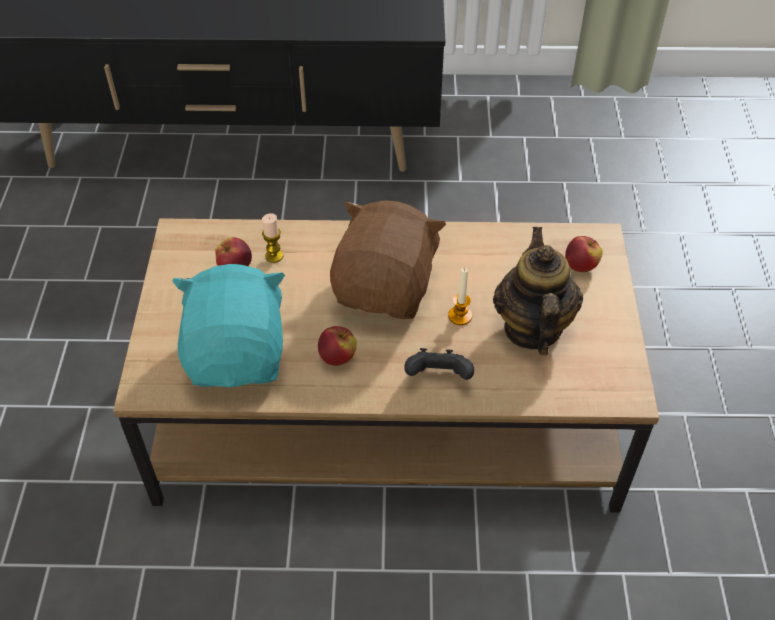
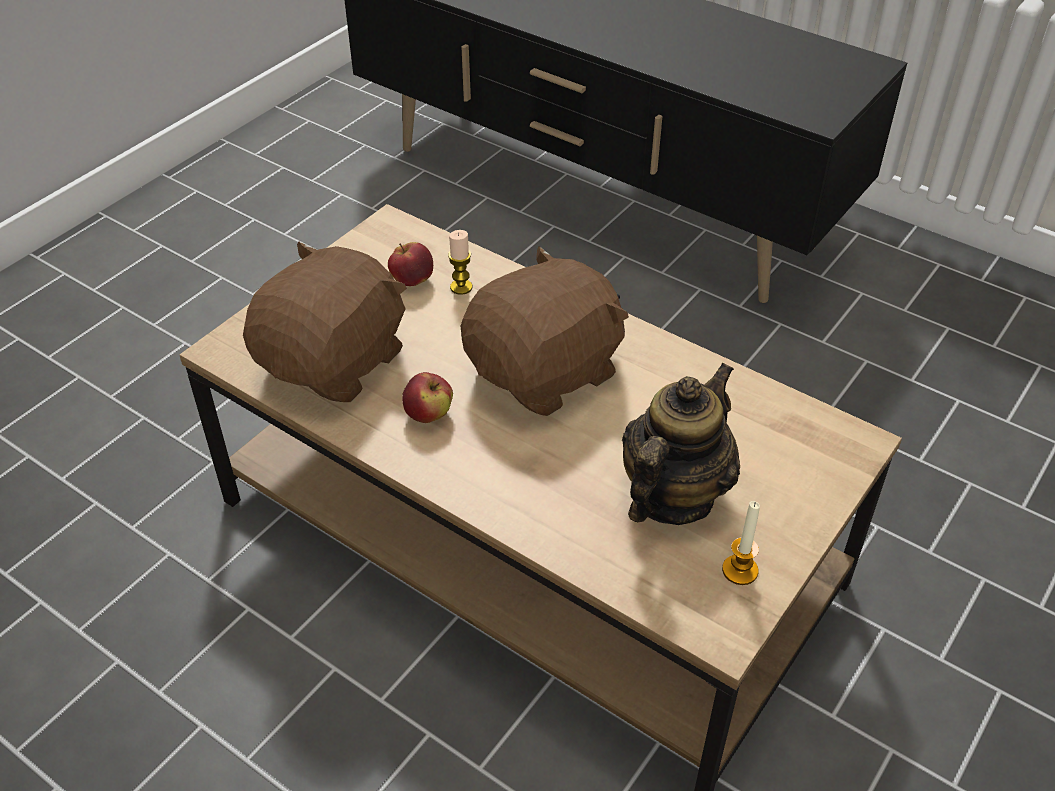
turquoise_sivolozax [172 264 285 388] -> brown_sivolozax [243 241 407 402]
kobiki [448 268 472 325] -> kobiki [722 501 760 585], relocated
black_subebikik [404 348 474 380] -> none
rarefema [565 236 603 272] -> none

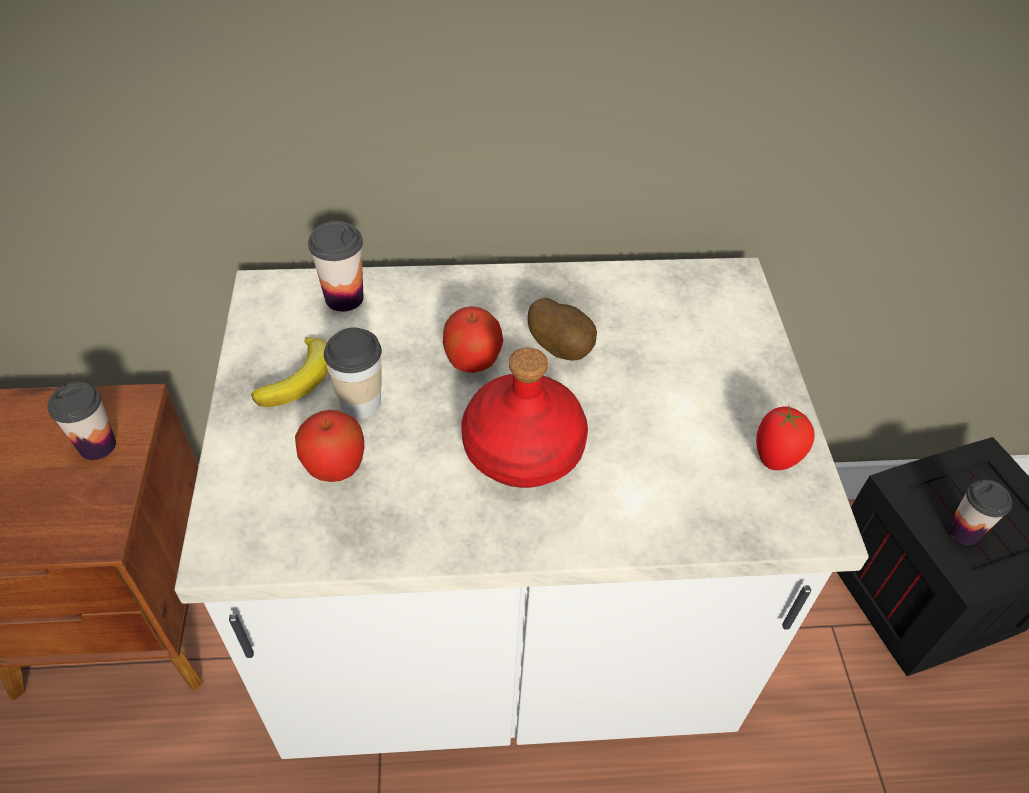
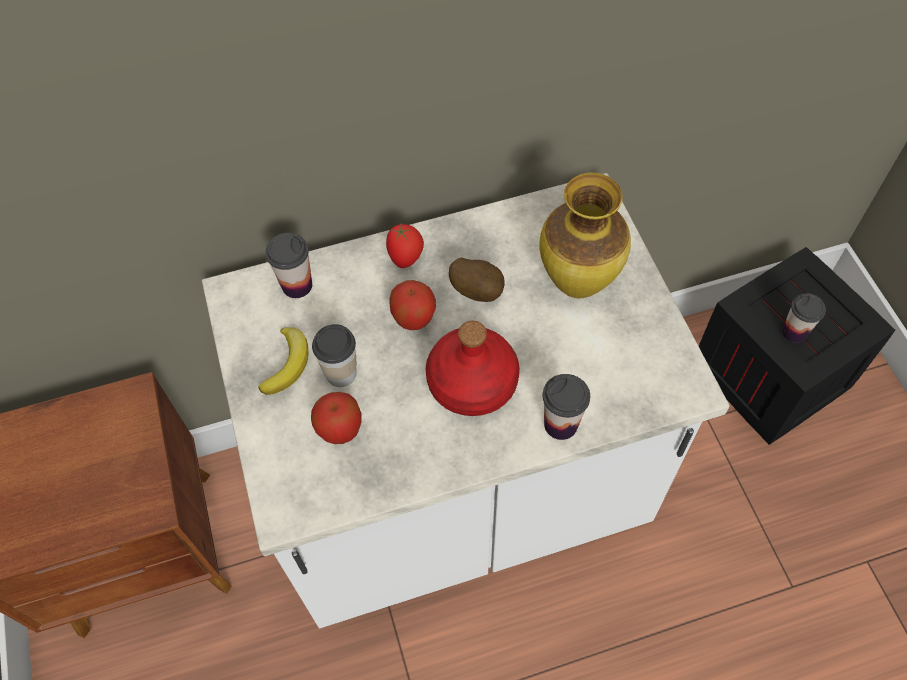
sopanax [756 406 815 470] -> sopanax [386 224 424 268], relocated
none -> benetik [539 172 631 298]
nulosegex [47 382 116 460] -> nulosegex [543 374 590 440], relocated

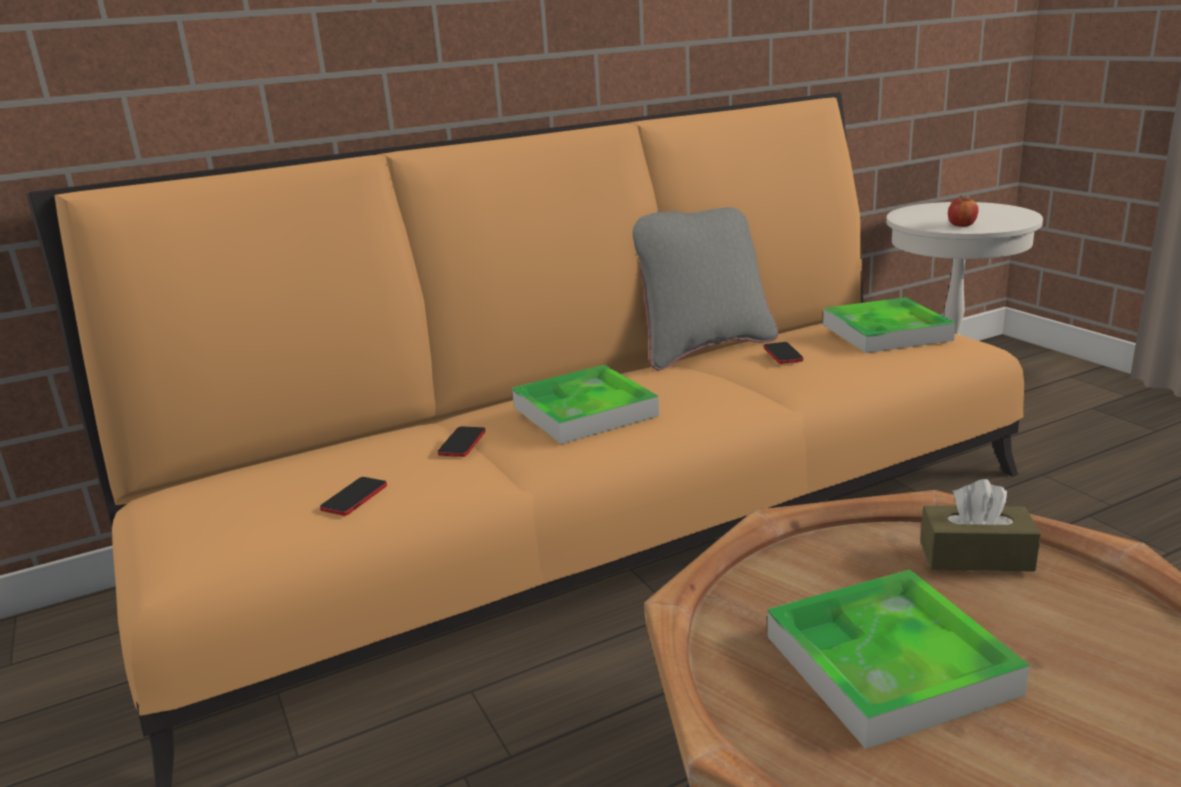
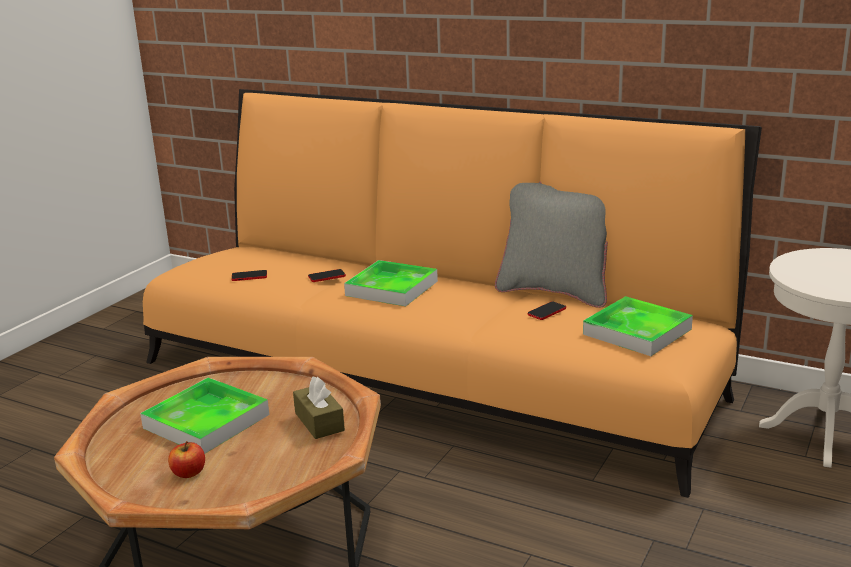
rarefema [948 195 978 227] -> rarefema [168 441 205 478], relocated

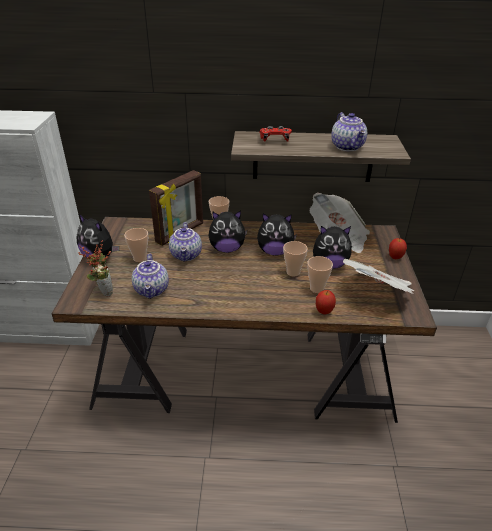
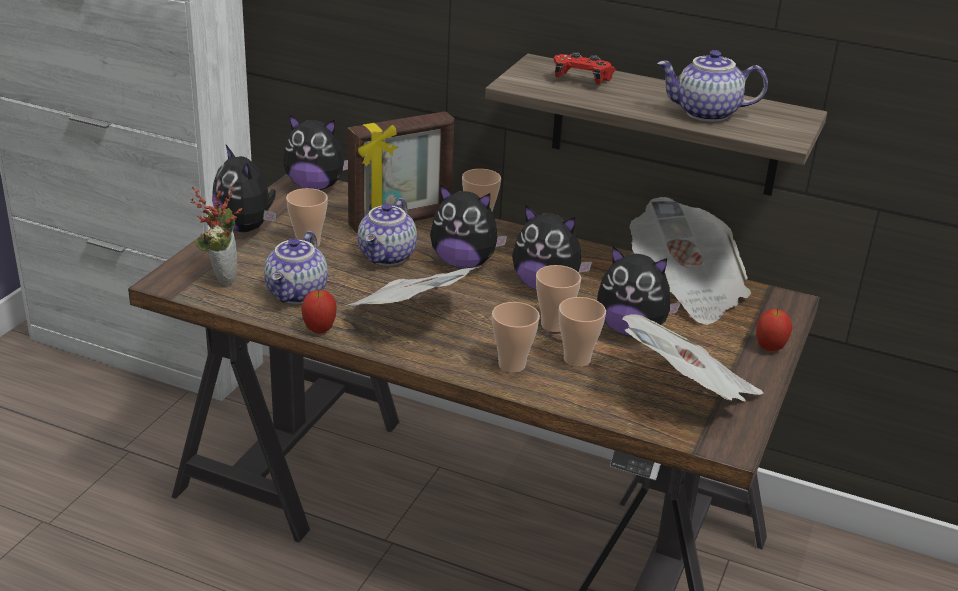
none -> sivolozax [283 114 348 190]
rarefema [316 290 336 315] -> rarefema [301 290 337 334], relocated
none -> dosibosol [345 266 482 306]
none -> nulosegex [492 302 540 373]
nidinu [331 112 367 151] -> nidinu [657 50 768 122], 90 degrees clockwise

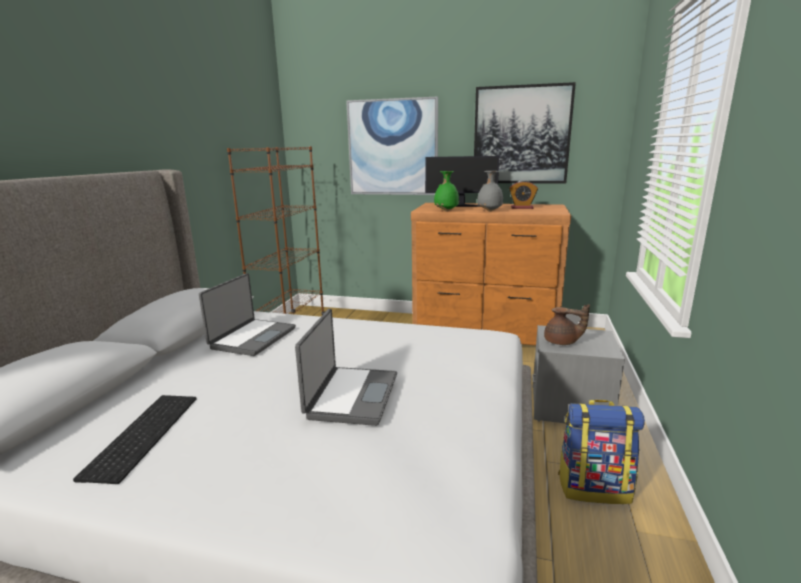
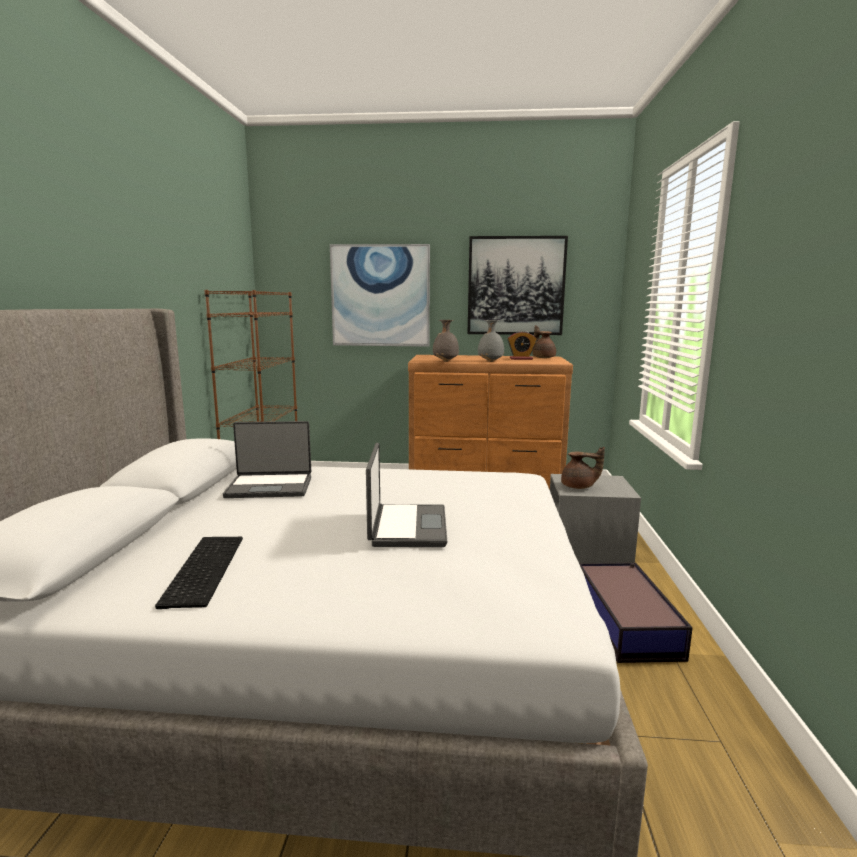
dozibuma [199 273 296 356] -> dozibuma [223 421 311 498], 75 degrees clockwise
green_benetik [434 171 459 211] -> grey_benetik [433 320 459 362]
none -> brown_nidinu [532 325 556 358]
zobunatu [558 400 645 504] -> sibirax [579 562 693 663]
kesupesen [425 156 499 207] -> none

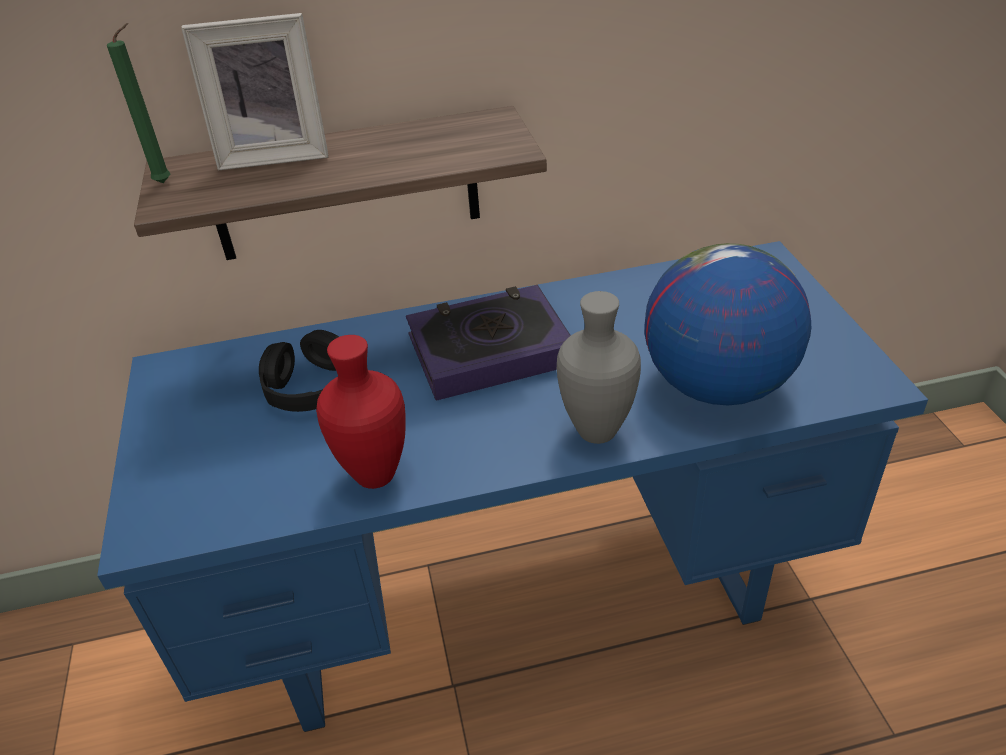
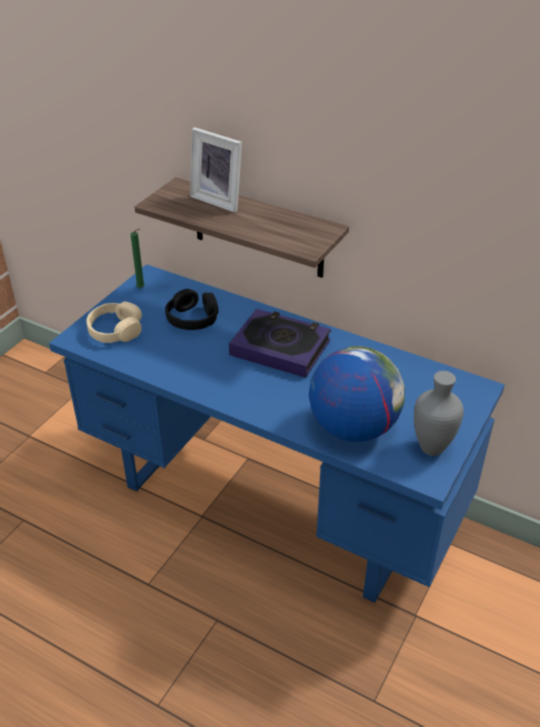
none -> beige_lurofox [87 302 142 343]
green_kobiki [107 23 170 183] -> green_kobiki [130 229 145 288], relocated
grey_benetik [557 291 641 444] -> grey_benetik [414 371 464 456], relocated
red_benetik [316 335 406 489] -> none

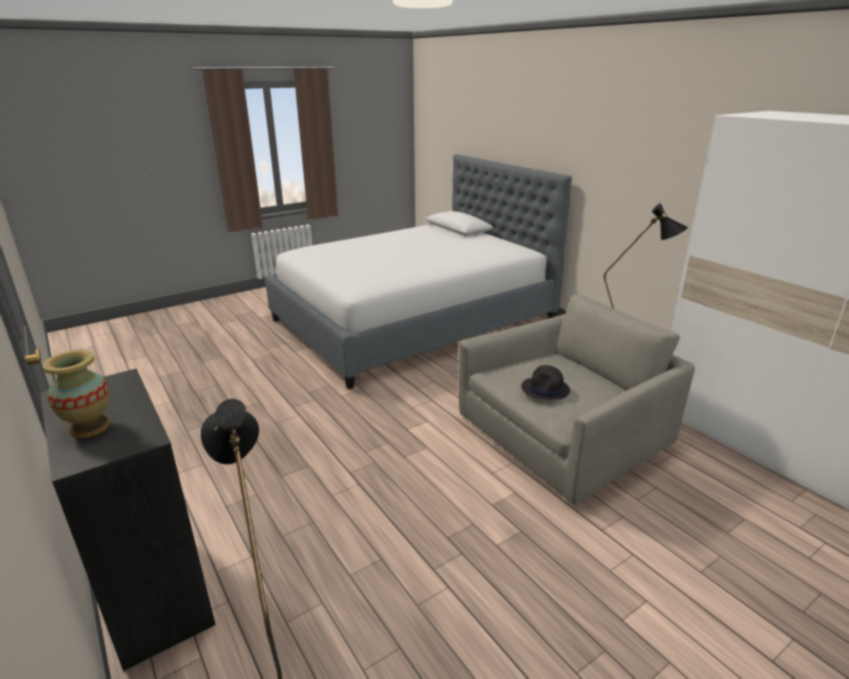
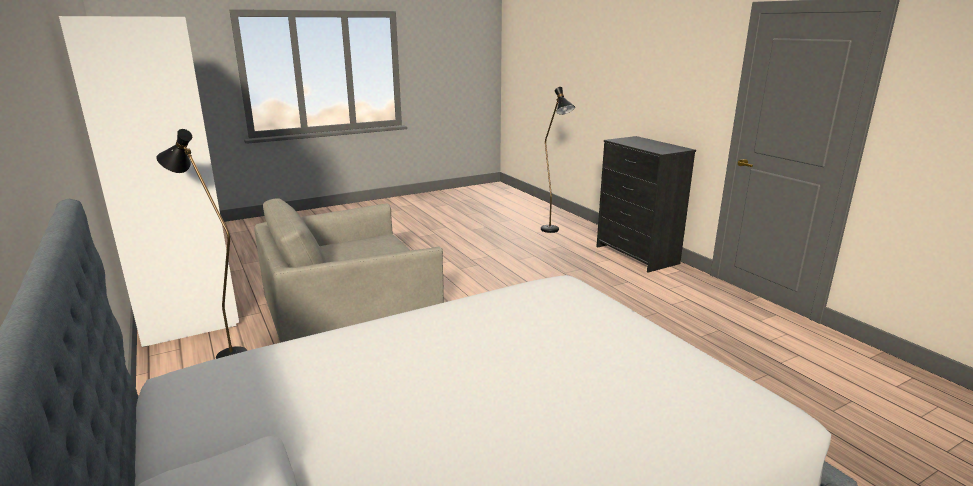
benetik [42 350 110 438] -> none
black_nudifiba [521 365 570 400] -> none

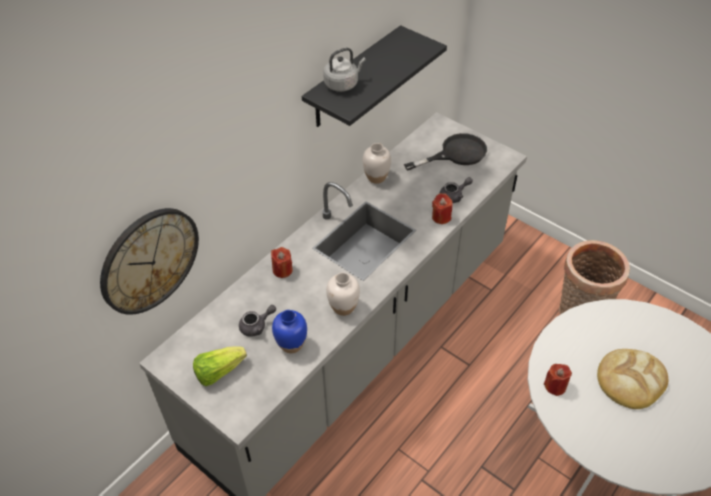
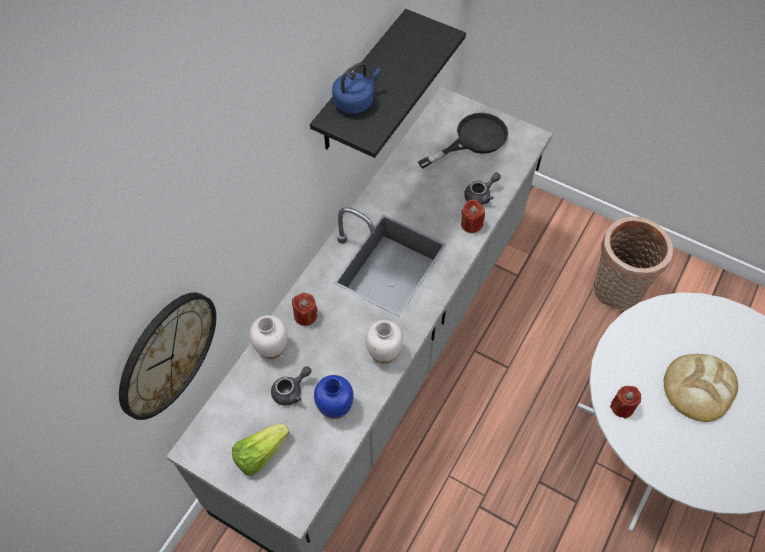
white_benetik [363 143 391 184] -> white_benetik [249 315 288 359], relocated
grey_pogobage [323 48 366 92] -> blue_pogobage [332 62 380 114]

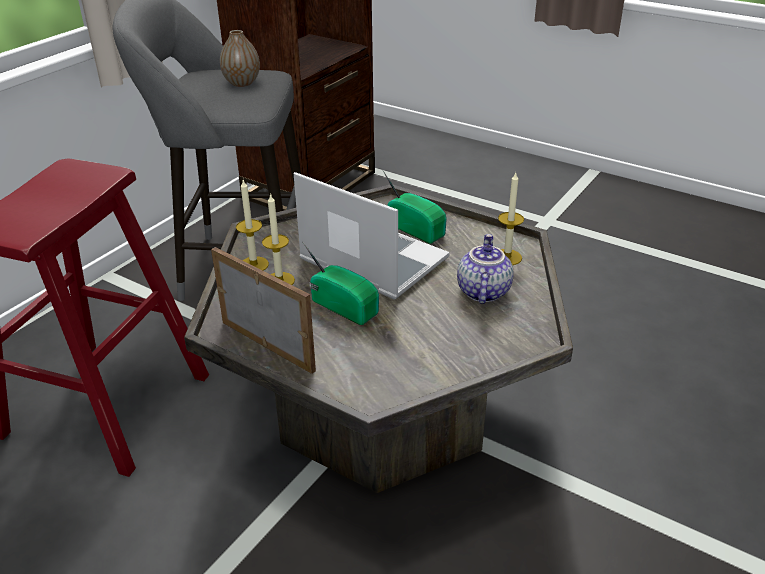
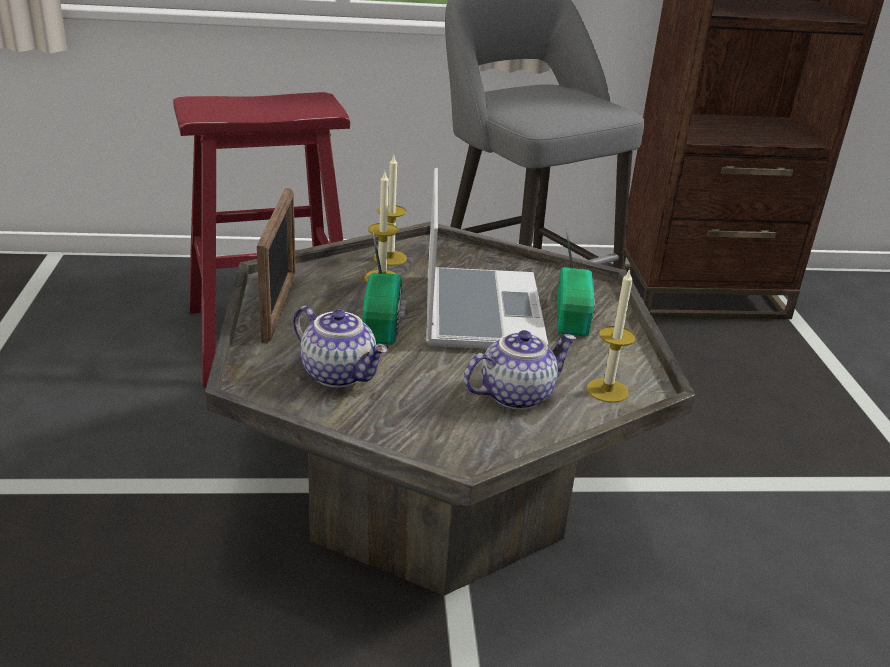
none -> nidinu [293 306 387 388]
benetik [220 30 260 87] -> none

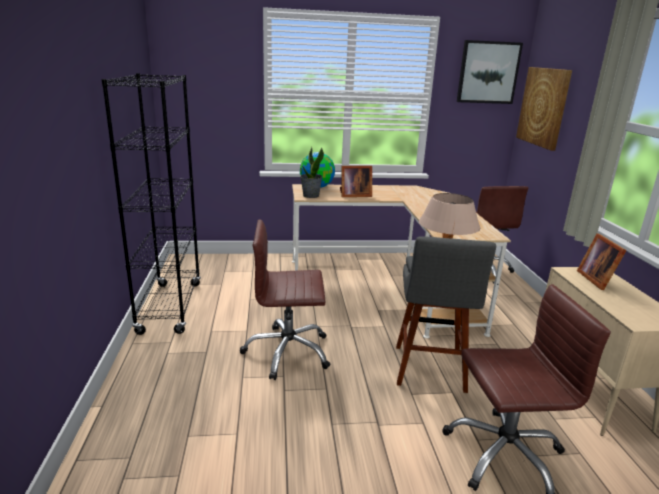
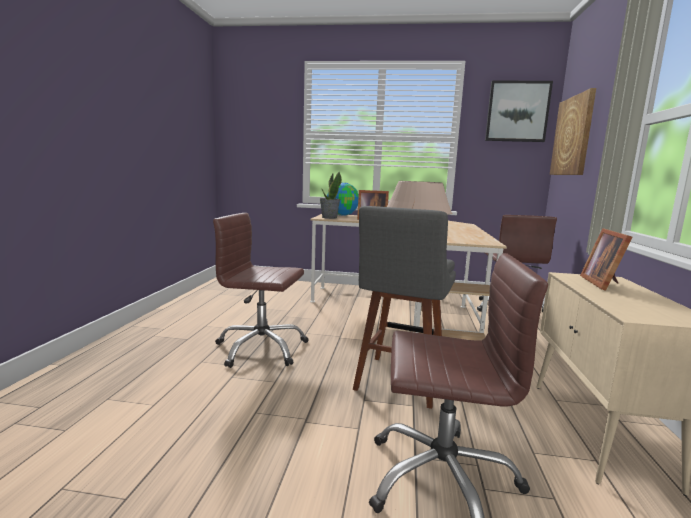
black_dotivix [102 73 201 335] -> none

